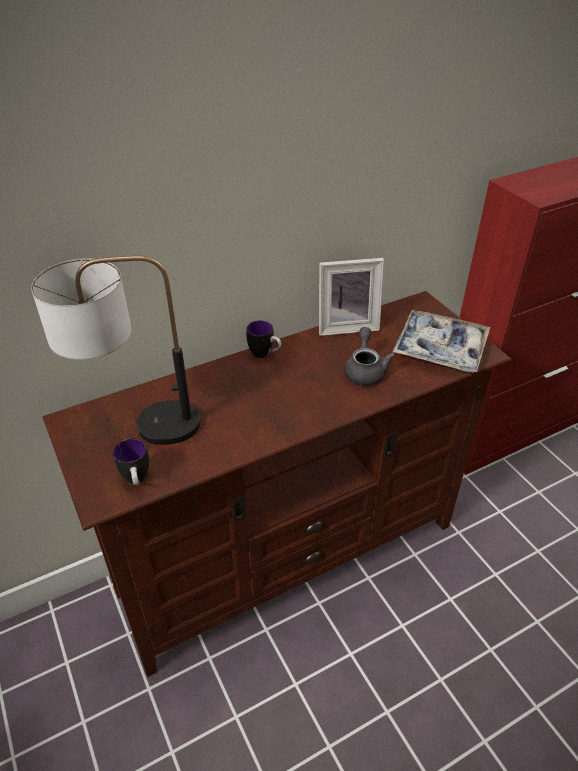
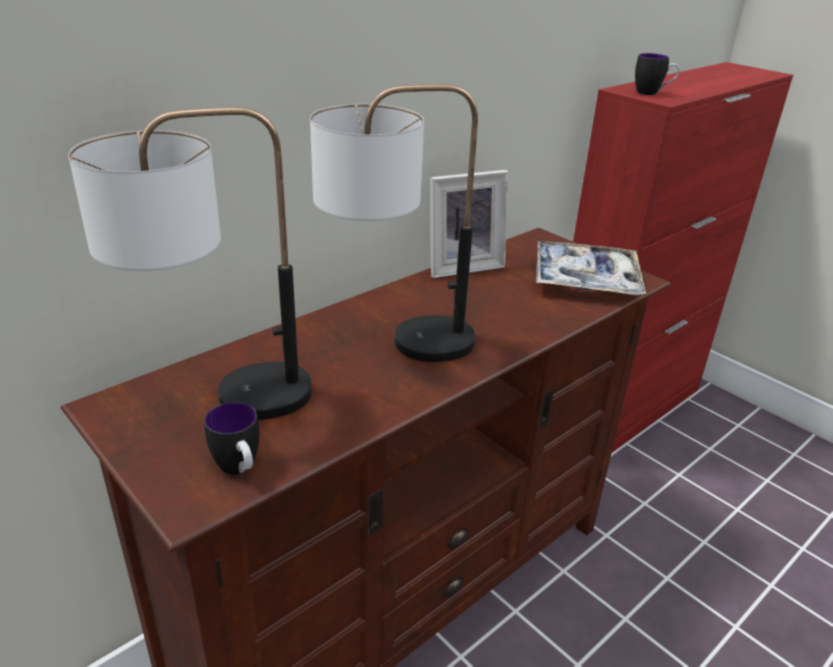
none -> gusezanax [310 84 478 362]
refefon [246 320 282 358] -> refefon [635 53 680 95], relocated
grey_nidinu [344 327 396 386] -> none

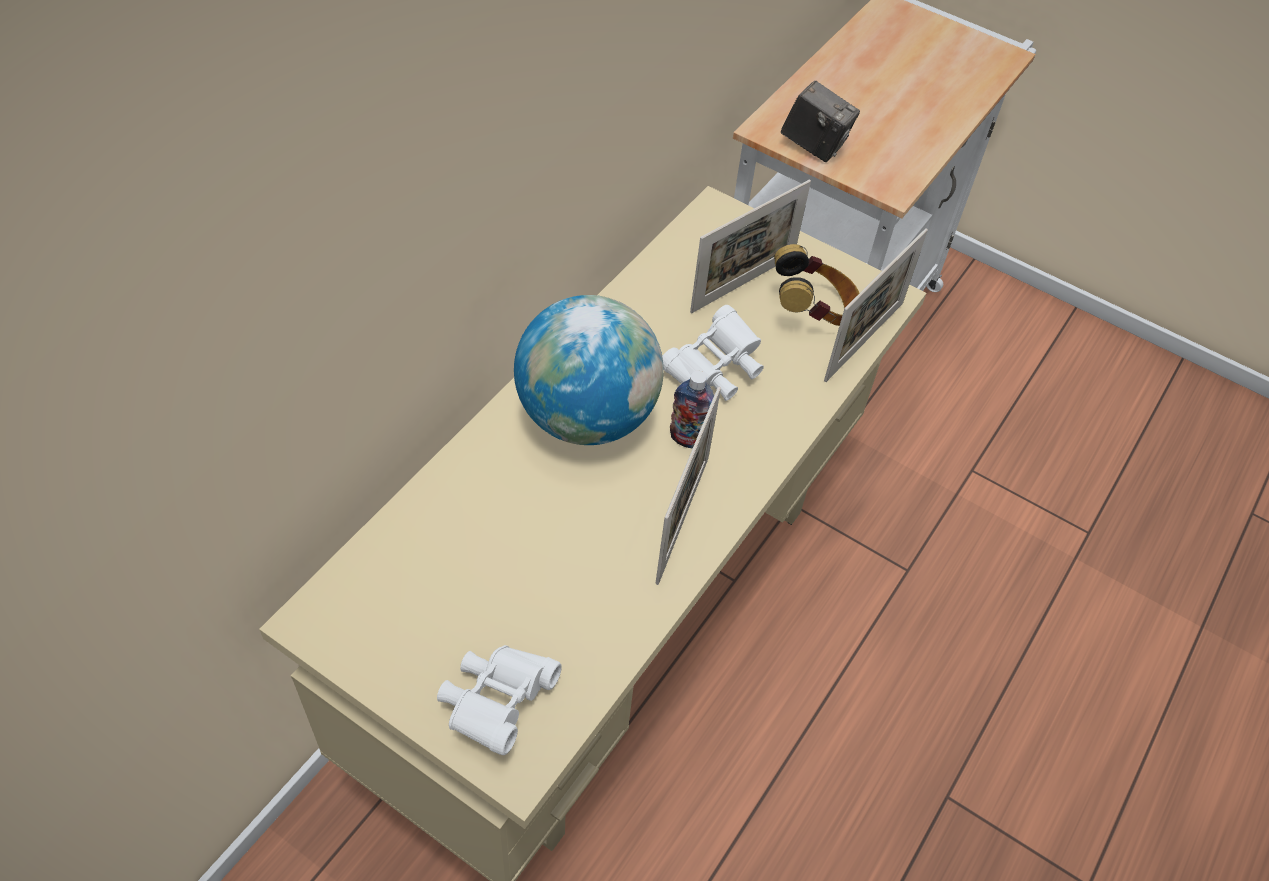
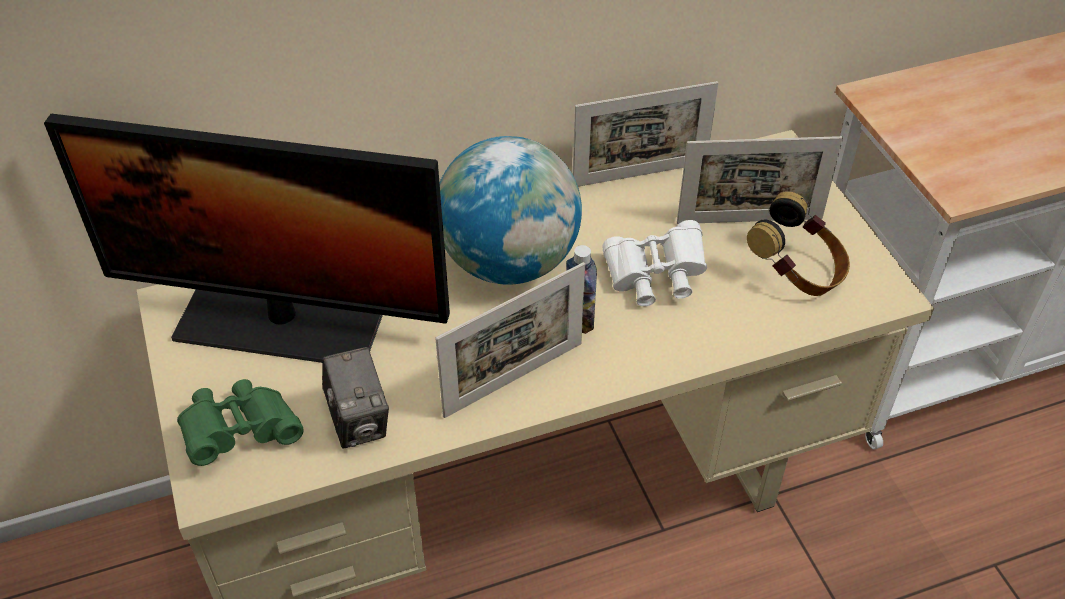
none -> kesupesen [44 114 450 363]
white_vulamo [437 645 562 755] -> green_vulamo [177 379 304 466]
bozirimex [781 81 860 162] -> bozirimex [322 347 389 448], relocated
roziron [824 228 928 382] -> roziron [573 81 718 187], relocated

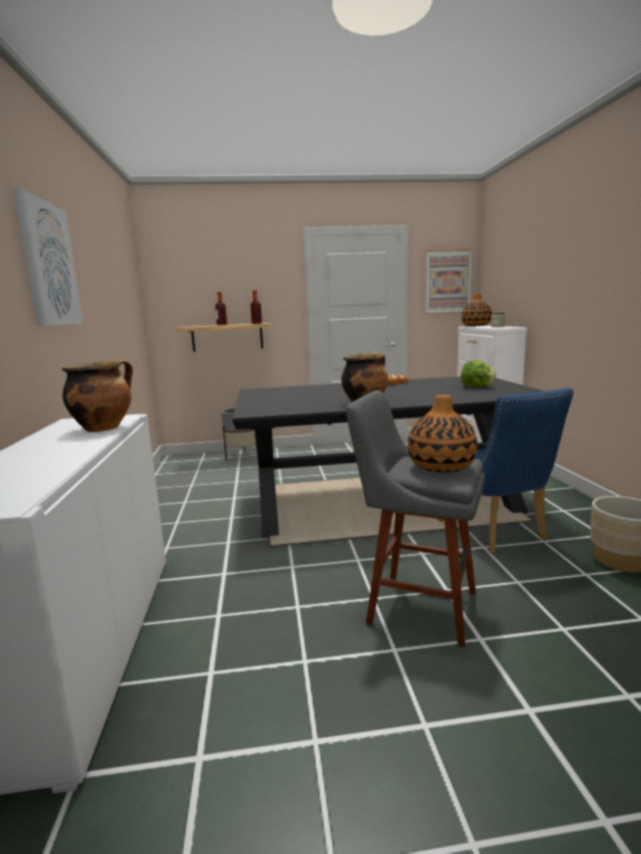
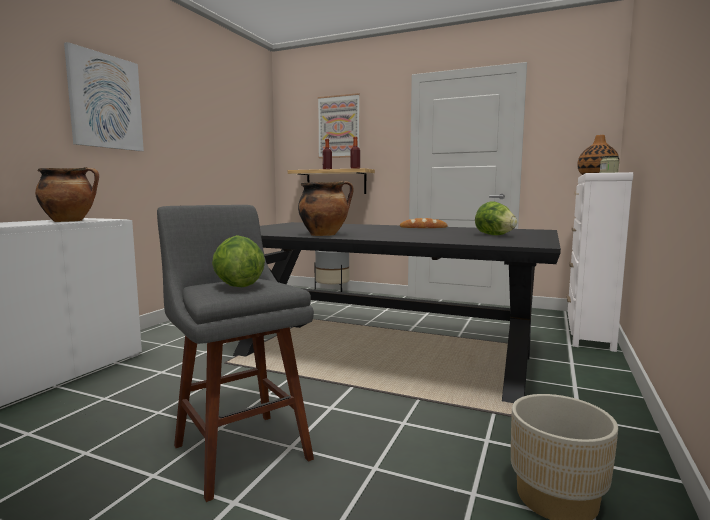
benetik [408 395 477 473] -> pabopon [212 235 265 287]
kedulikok [426 249 472 315] -> kedulikok [318 93 360 158], relocated
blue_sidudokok [438 388 574 553] -> none

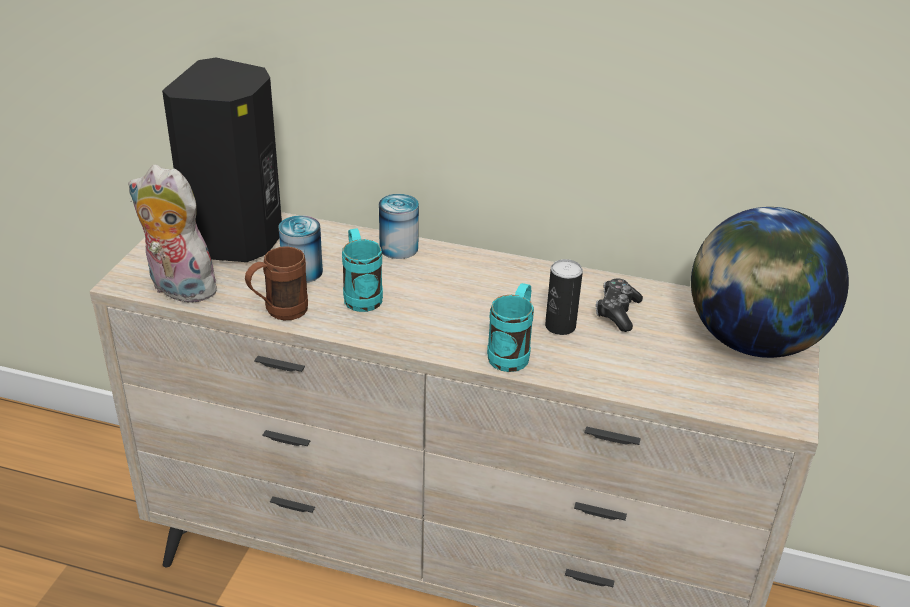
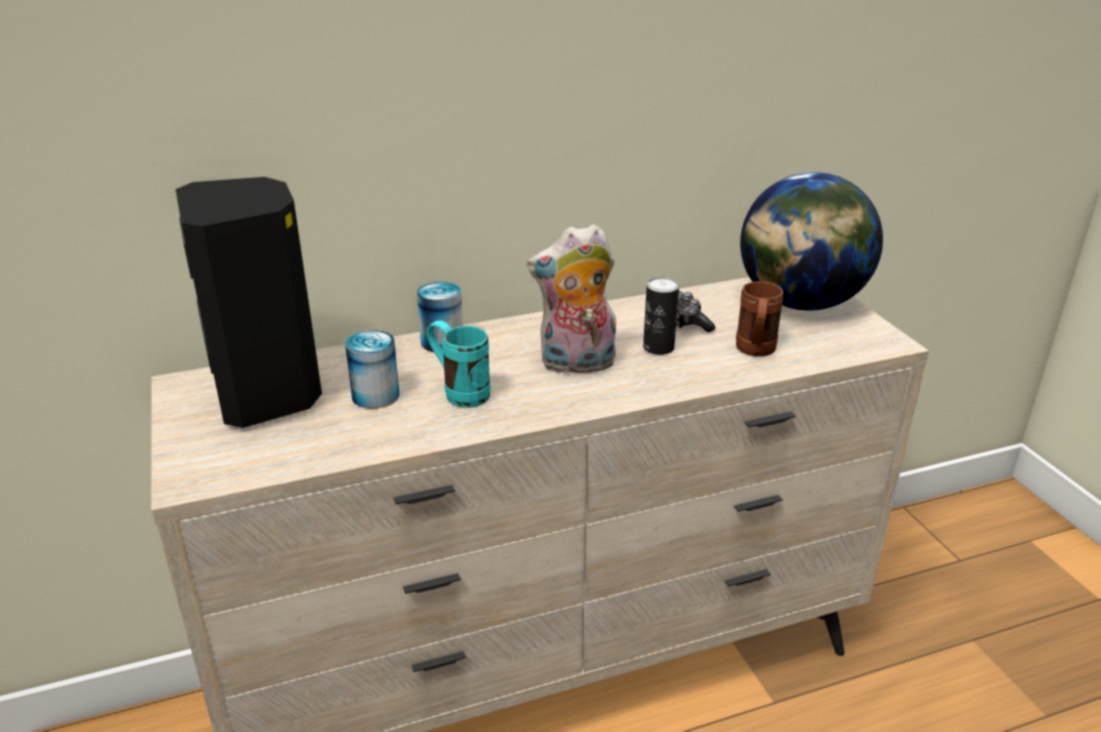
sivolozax [128 165 225 305] -> sivolozax [527 224 616 374], relocated
brown_refefon [245 247 308 320] -> brown_refefon [736 281 783 356], relocated
turquoise_refefon [487 283 534 372] -> none

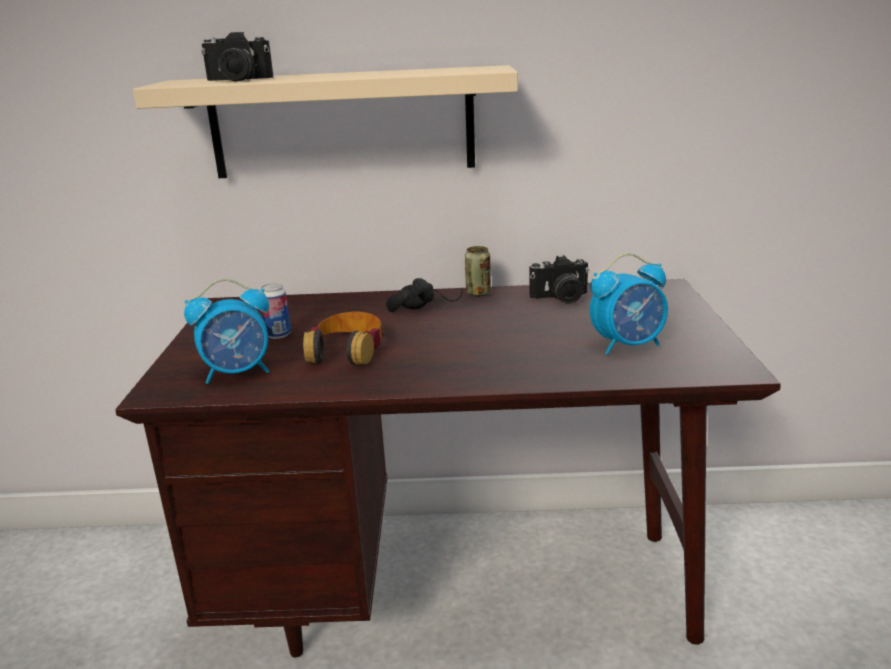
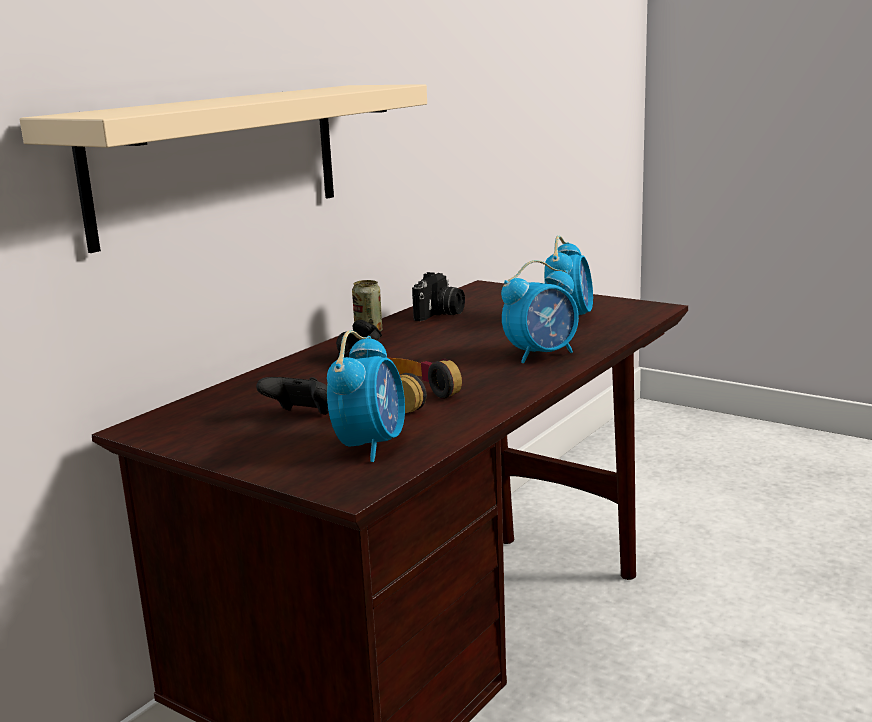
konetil [261 283 291 339] -> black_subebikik [256 377 329 415]
none -> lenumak [501 260 579 364]
bozirimex [201 32 273 81] -> none

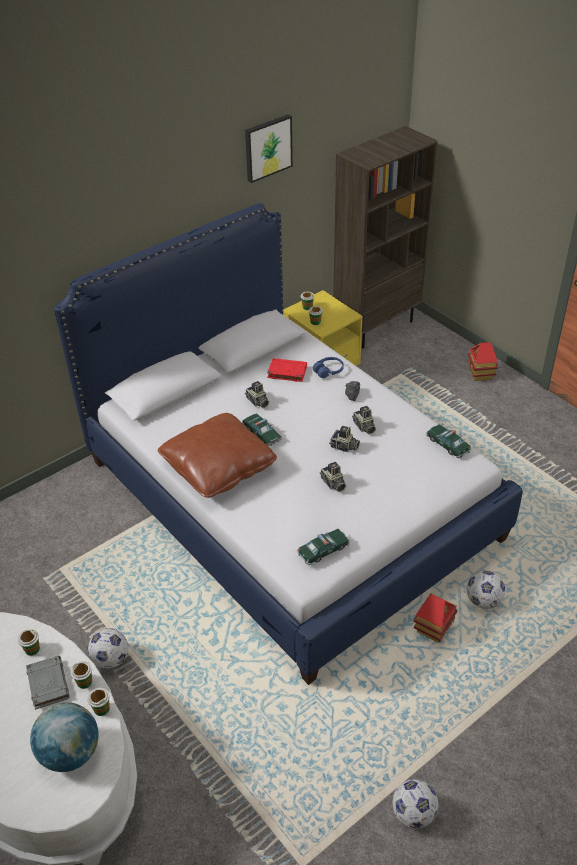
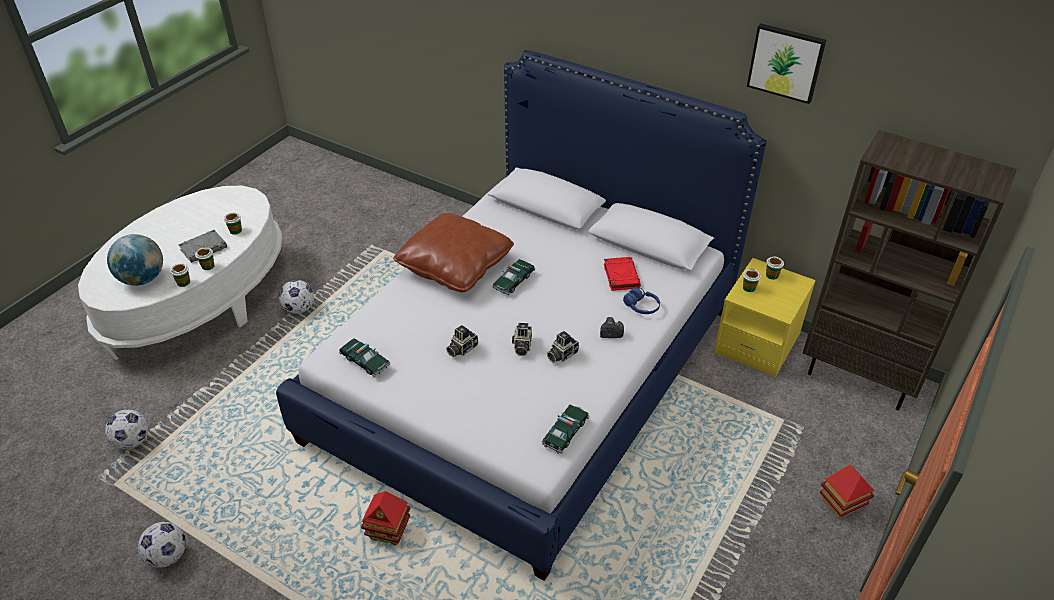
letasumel [467 571 505 609] -> letasumel [105 409 148 450], relocated
bozirimex [245 381 269 408] -> none

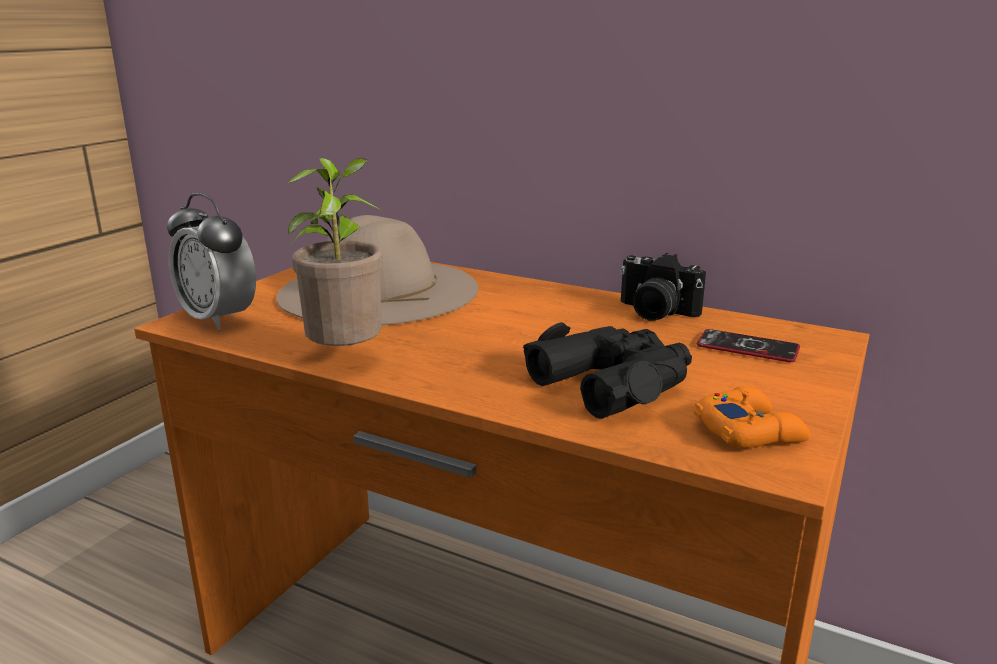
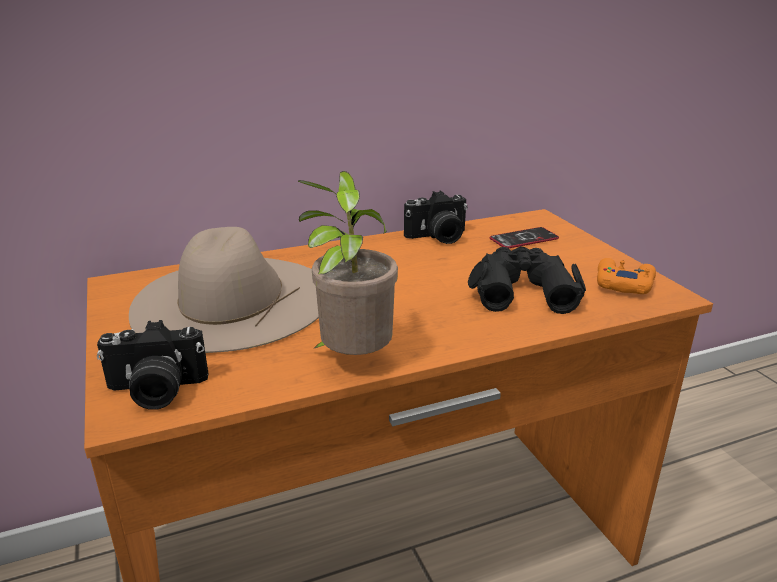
lenumak [167 193 256 330] -> bozirimex [97 320 208 409]

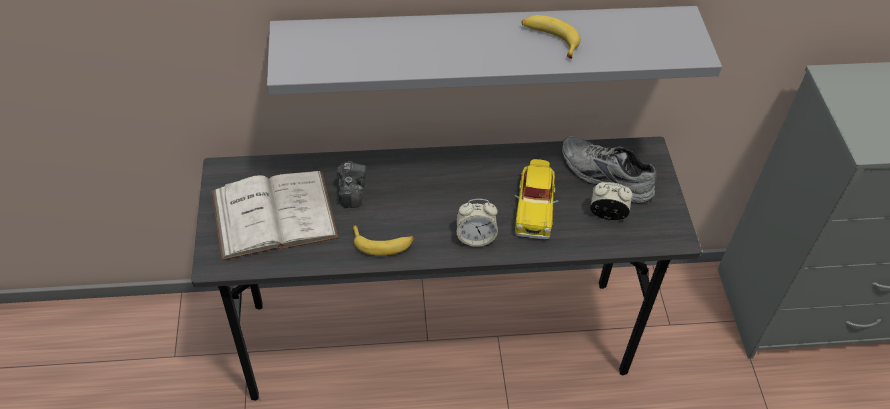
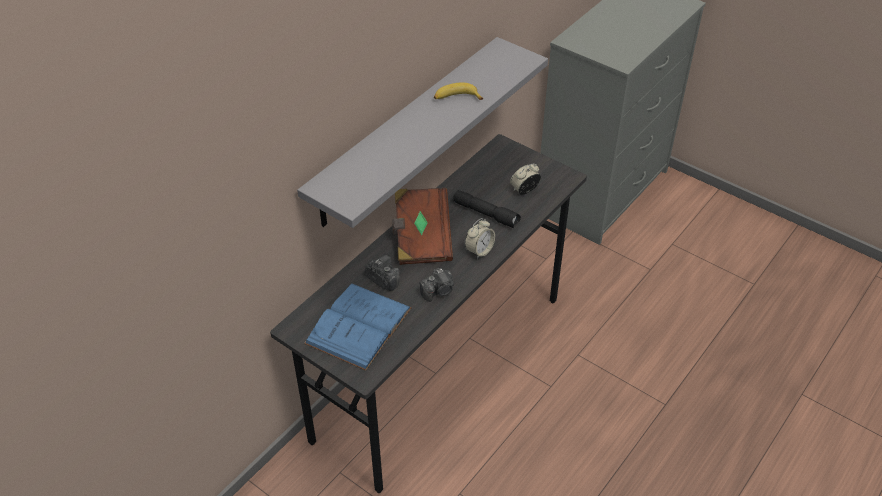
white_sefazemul [212 171 338 260] -> blue_sefazemul [304 284 412 371]
none -> brown_sefazemul [392 188 453 265]
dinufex [352 225 414 256] -> bozirimex [419 268 454 302]
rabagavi [515 159 558 240] -> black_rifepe [453 190 521 228]
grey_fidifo [562 136 656 203] -> none

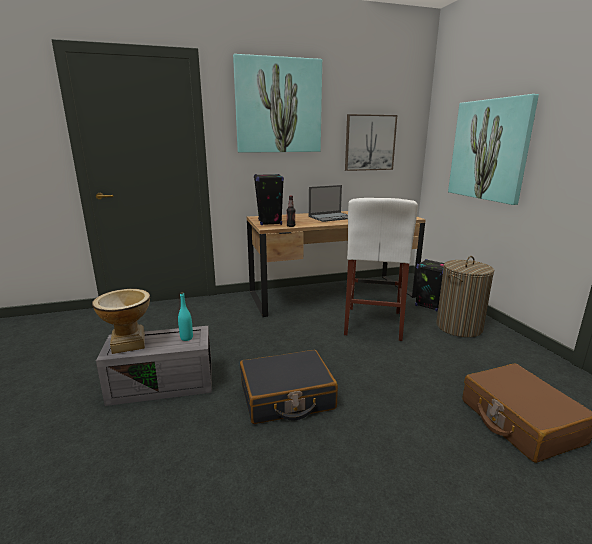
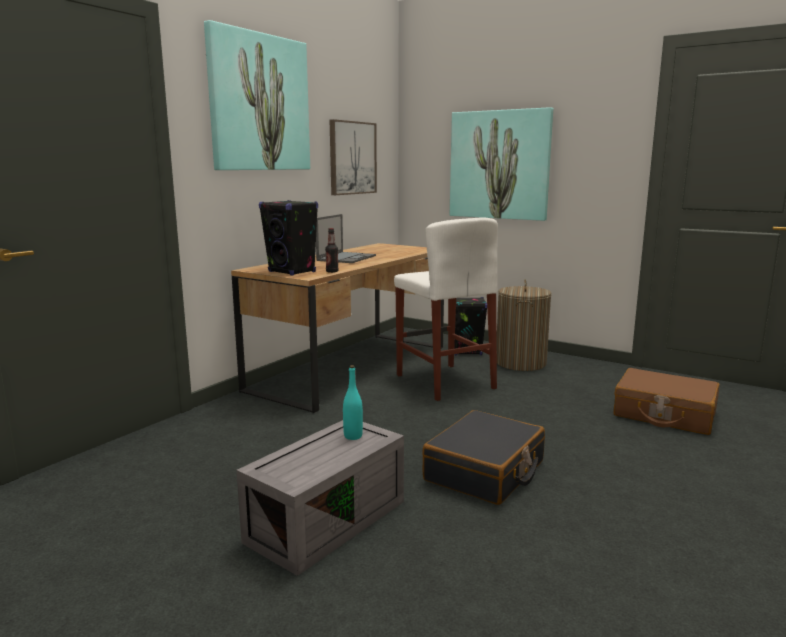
benetik [92 289 150 354] -> none

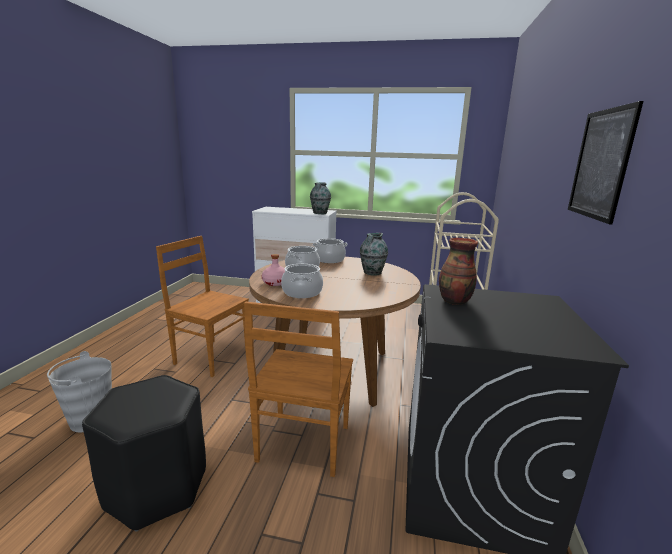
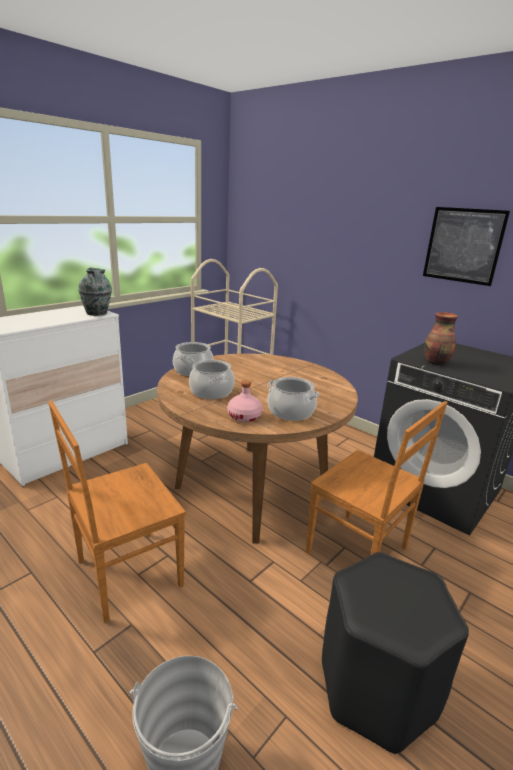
benetik [360 233 388 276] -> none

